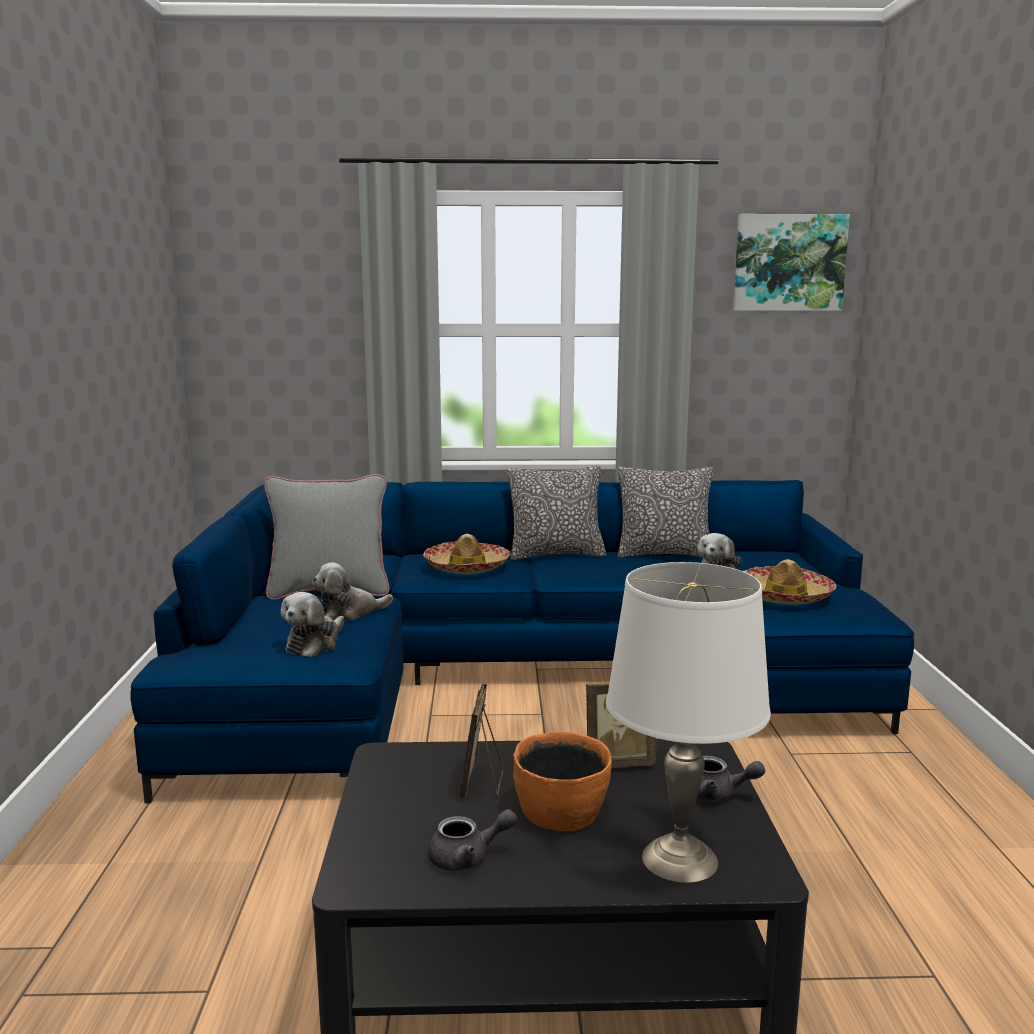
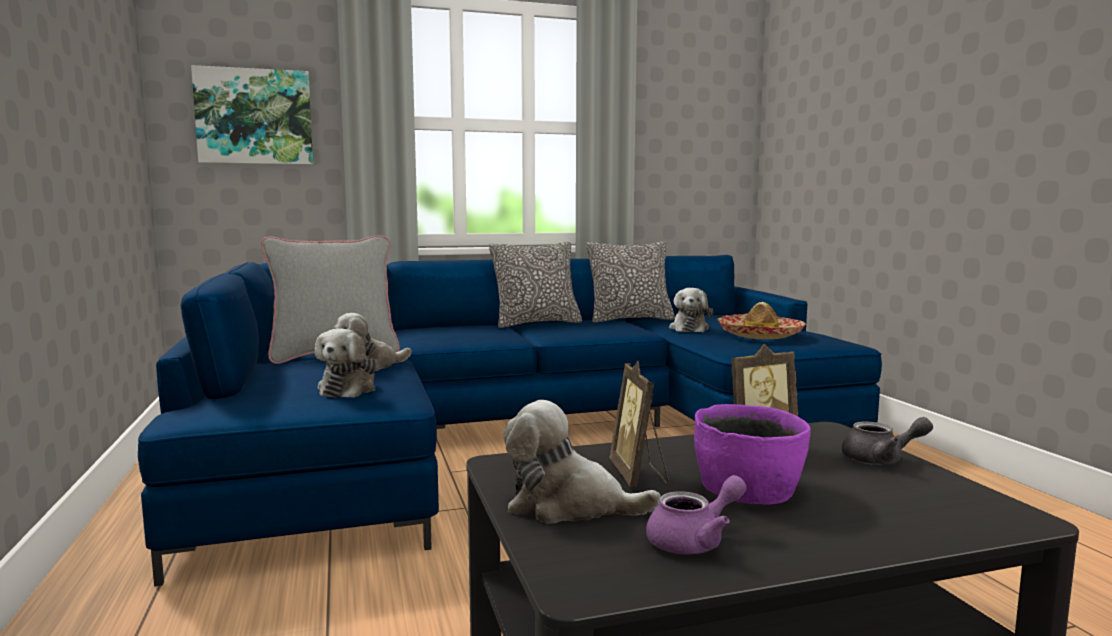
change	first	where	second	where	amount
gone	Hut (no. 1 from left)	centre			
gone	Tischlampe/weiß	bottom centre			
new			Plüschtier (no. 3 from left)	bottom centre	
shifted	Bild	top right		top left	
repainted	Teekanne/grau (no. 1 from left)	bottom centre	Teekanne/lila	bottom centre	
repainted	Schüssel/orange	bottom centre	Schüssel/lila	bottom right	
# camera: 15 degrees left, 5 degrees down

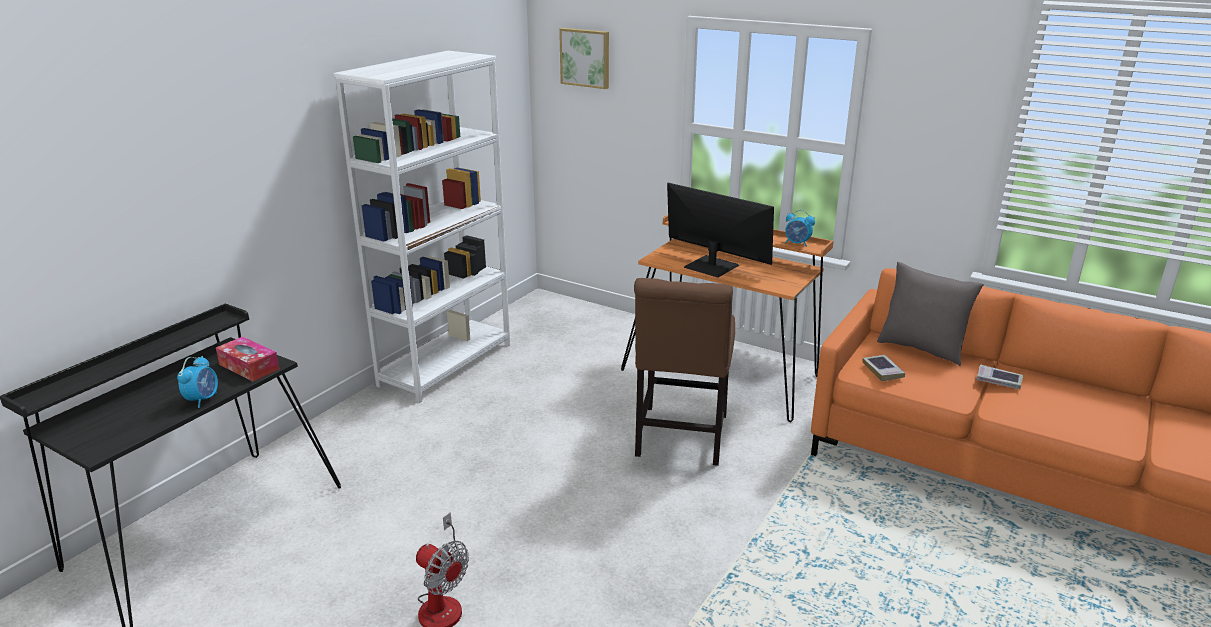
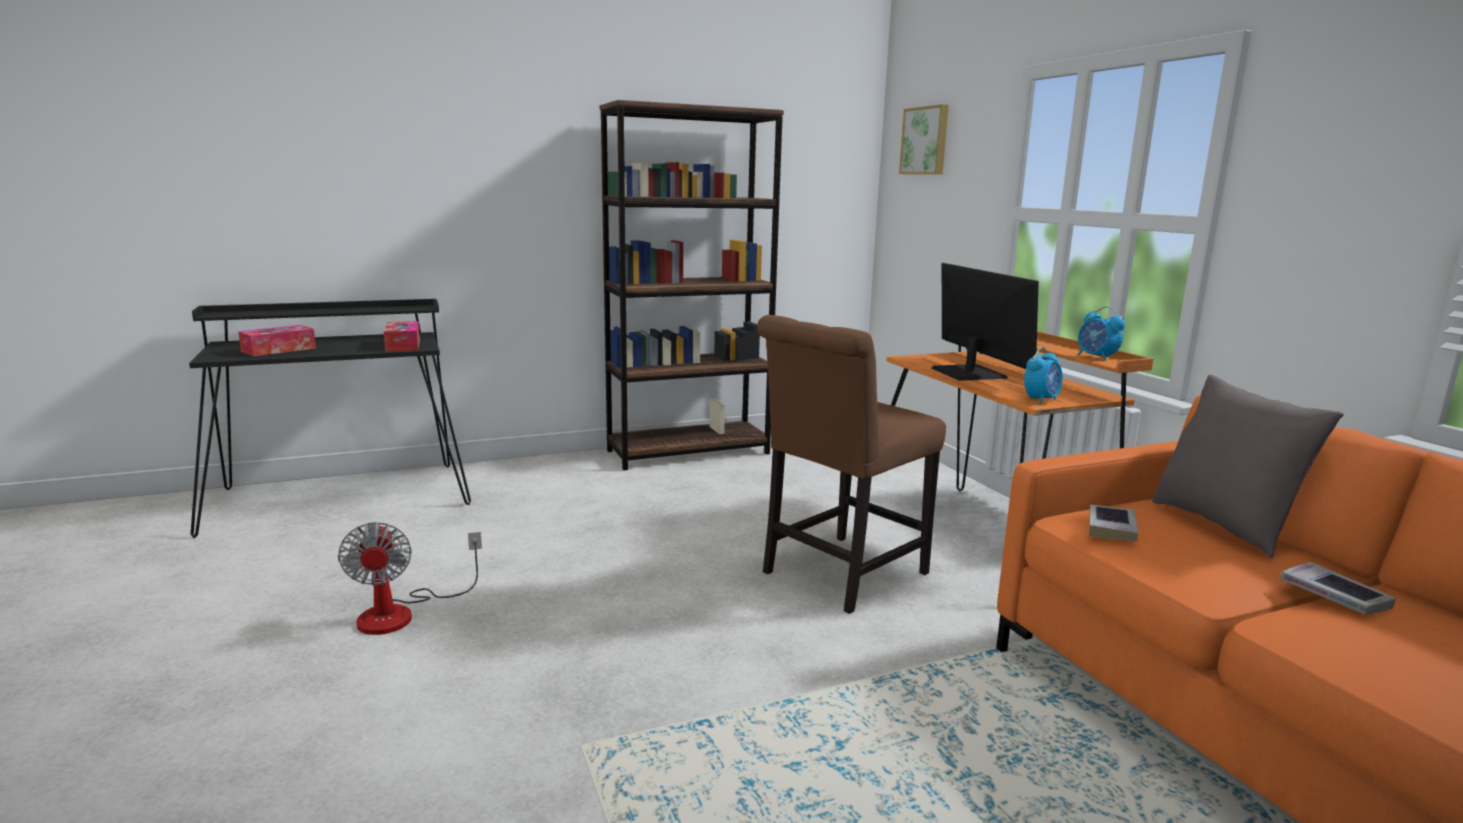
change	first	where	second	where	amount
new			Taschentuchbox (no. 1 from left)	middle left	
shifted	Wecker (no. 1 from left)	middle left		middle right	
repainted	Bücherregal/weiß	centre	Bücherregal/braun	centre	
# camera: 35 degrees right, 10 degrees down

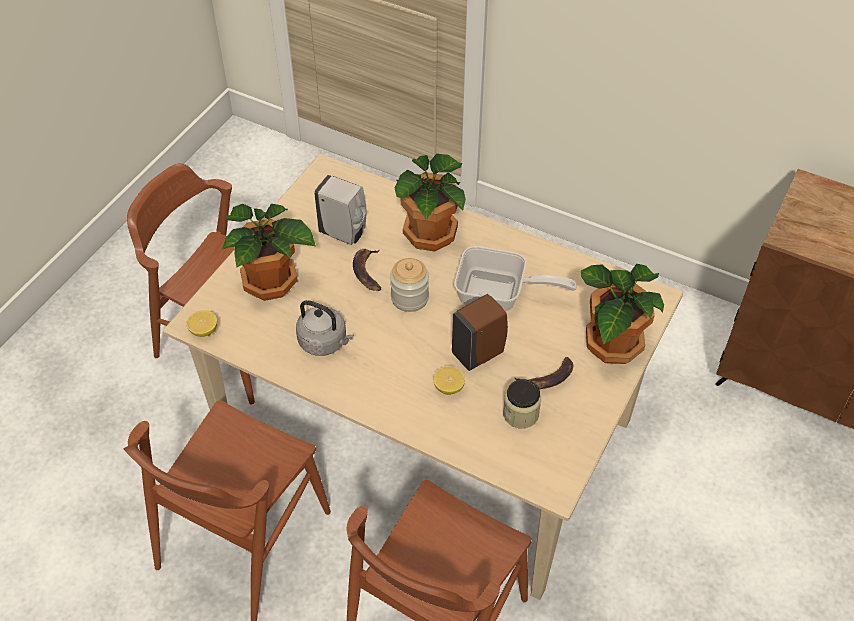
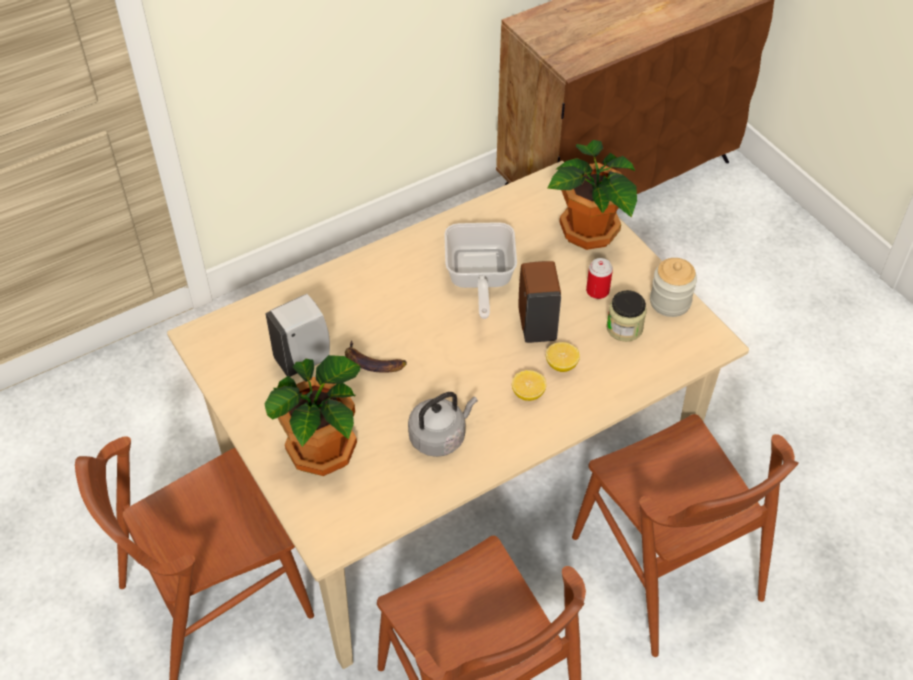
change	first	where	second	where	amount
gone	Topfpflanze (no. 2 from left)	top centre			
shifted	Zitrone (no. 1 from left)	middle left		centre	
shifted	Vorratsglas (no. 1 from left in the first image)	centre	Vorratsglas (no. 2 from left)	middle right	
swapped	Banane (no. 2 from left)	centre	Dose	centre	
rotated	Pfanne	centre		centre	135 degrees clockwise
# camera: 60 degrees left, 0 degrees up

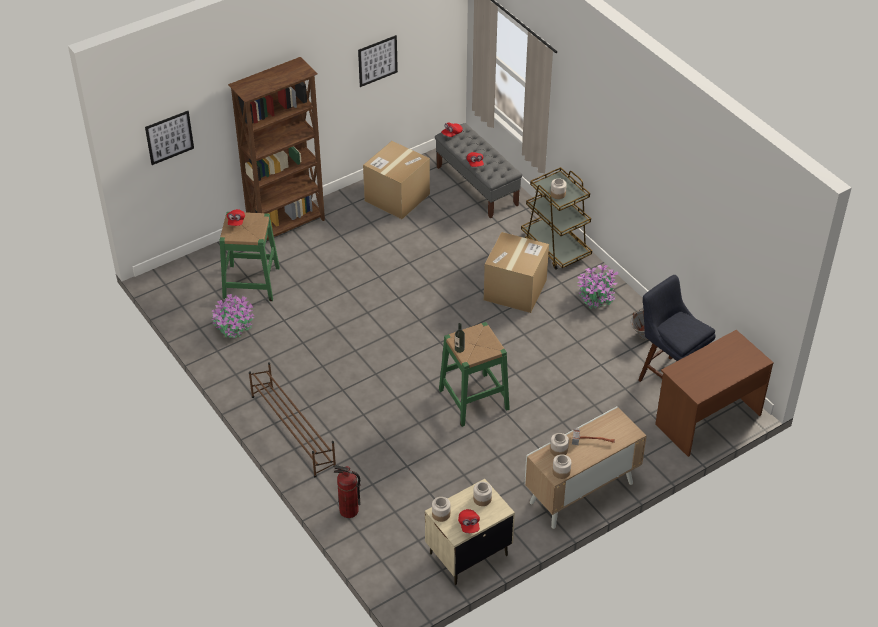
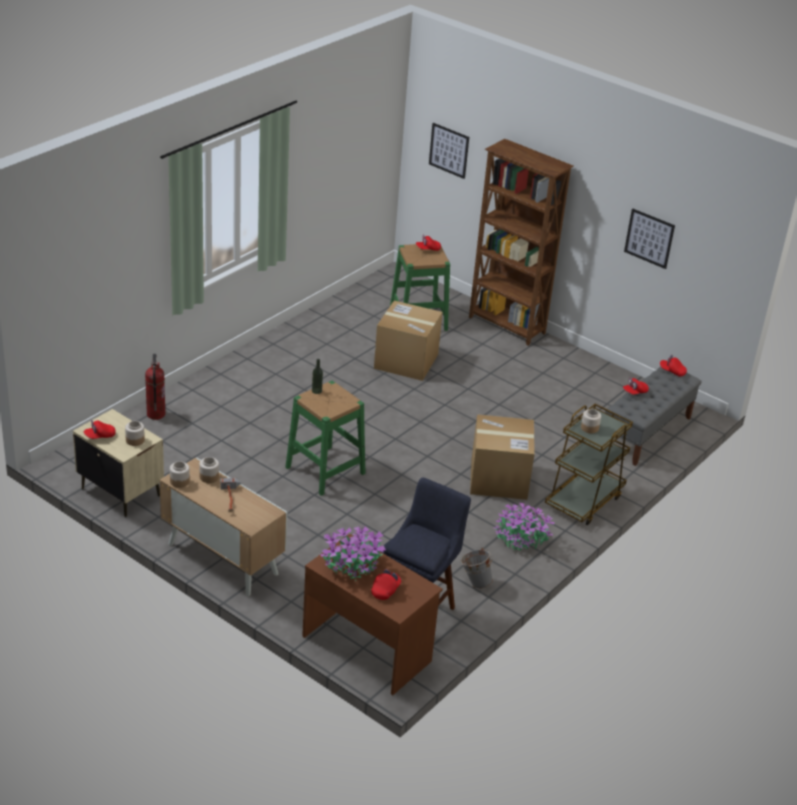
change	first	where	second	where	amount
gone	Schuhregal/braun	bottom left			
gone	Vorratsglas (no. 1 from left)	bottom centre			
new			Kappe/rot (no. 2 from left)	bottom centre	
shifted	Topfpflanze (no. 1 from left)	middle left		bottom centre	
shifted	Karton (no. 1 from left)	top centre		centre	
# camera: 70 degrees right, 10 degrees down

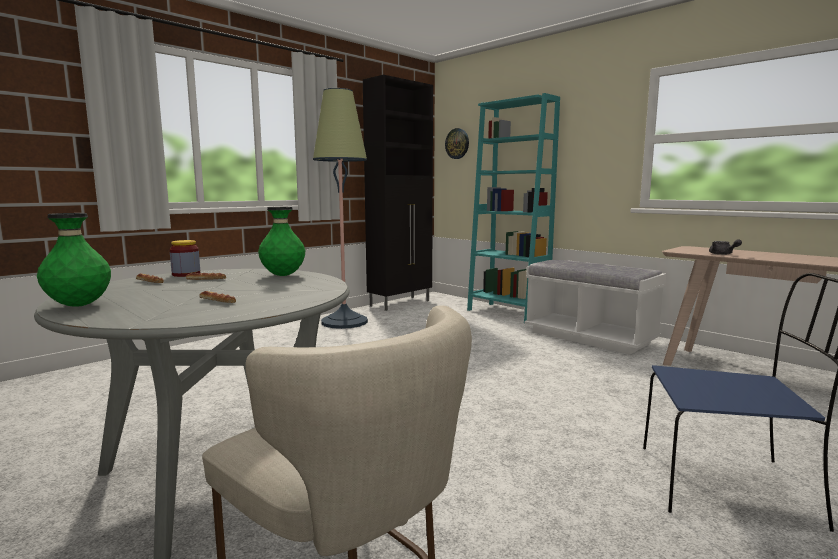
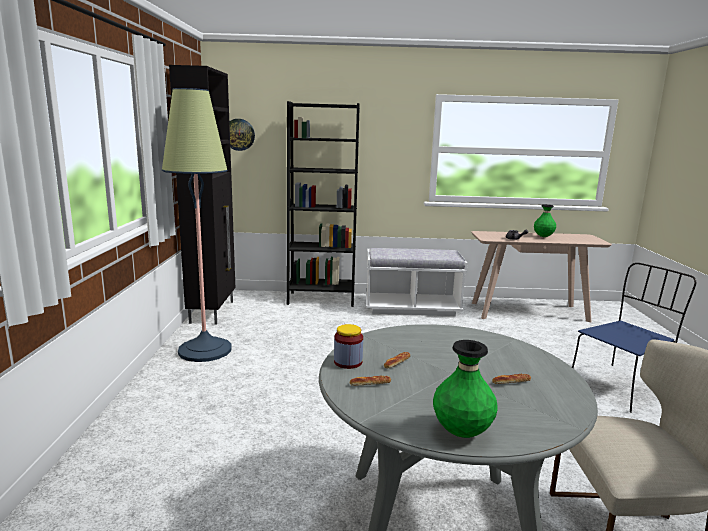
change	first	where	second	where	amount
shifted	Vase/grün (no. 2 from left)	centre		middle right	
repainted	Bücherregal/türkis	centre	Bücherregal/schwarz	centre	
# camera: 45 degrees left, 5 degrees up

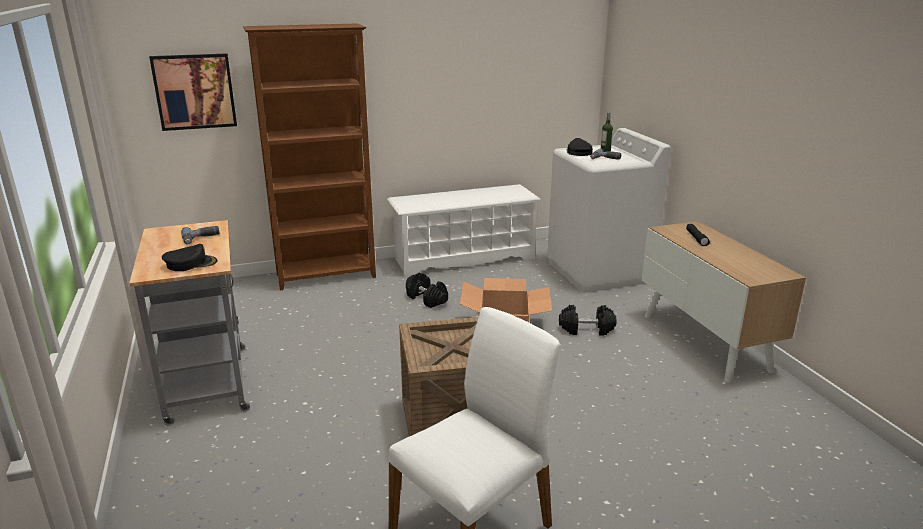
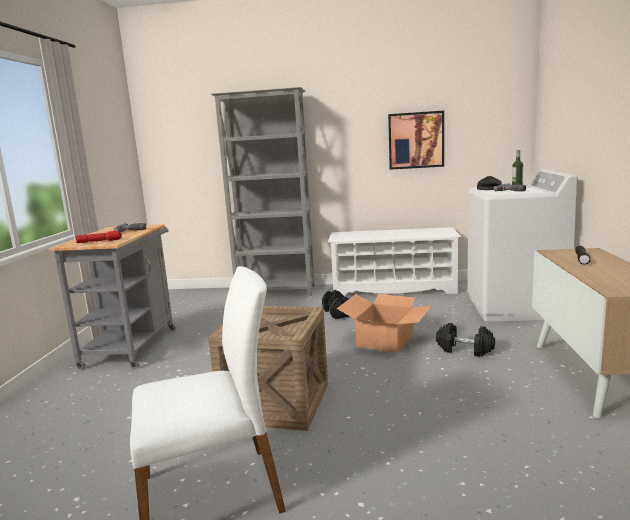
change	first	where	second	where	amount
shifted	Bild	top left		top centre	
swapped	Kappe/schwarz (no. 1 from left)	middle left	Taschenlampe/rot	middle left	
repainted	Bücherregal/braun	top centre	Bücherregal/grau	centre	
# camera: 25 degrees right, 10 degrees down

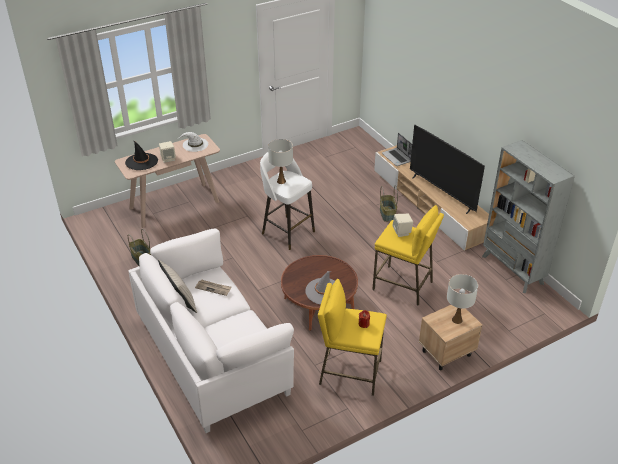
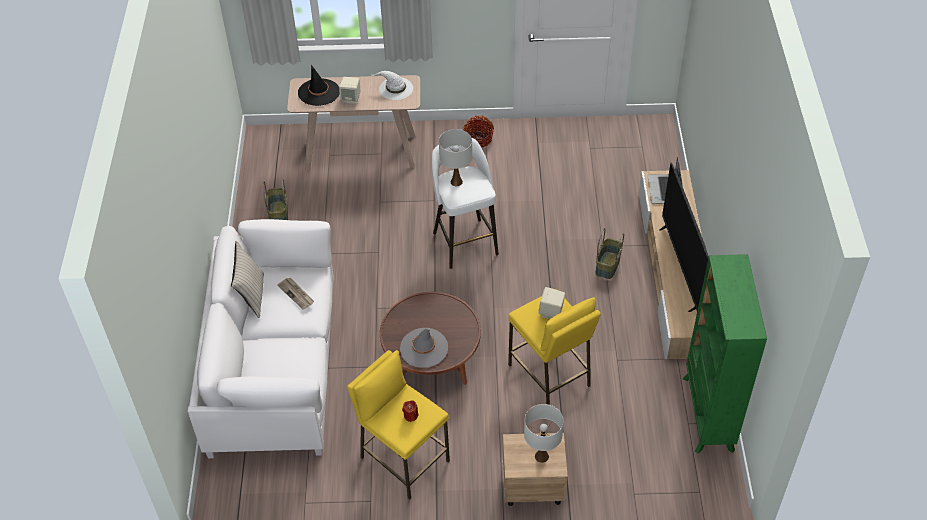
change	first	where	second	where	amount
new			Korb (no. 2 from left)	top centre	
repainted	Bücherregal/grau	middle right	Bücherregal/grün	bottom right	
# camera: 30 degrees right, 10 degrees up

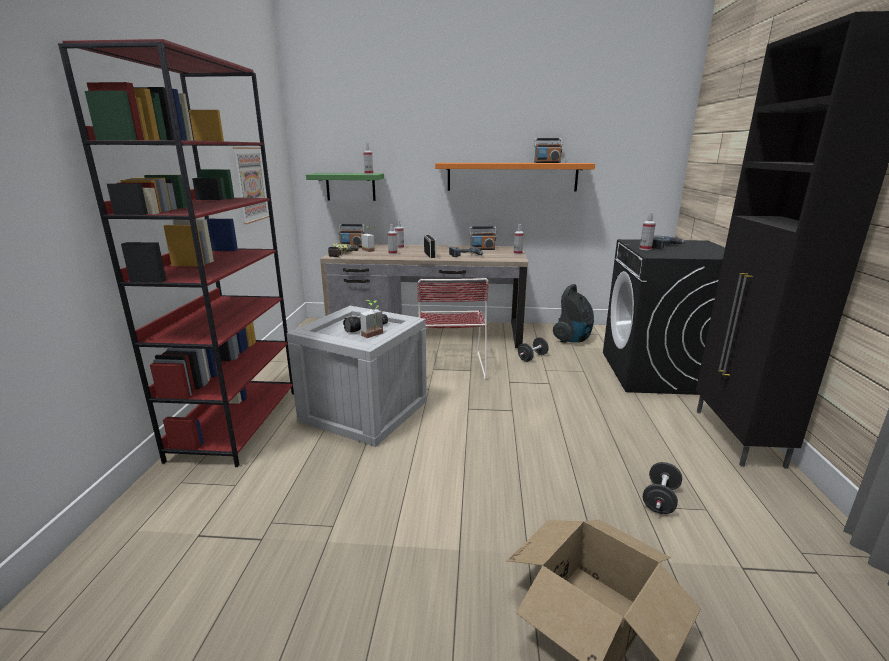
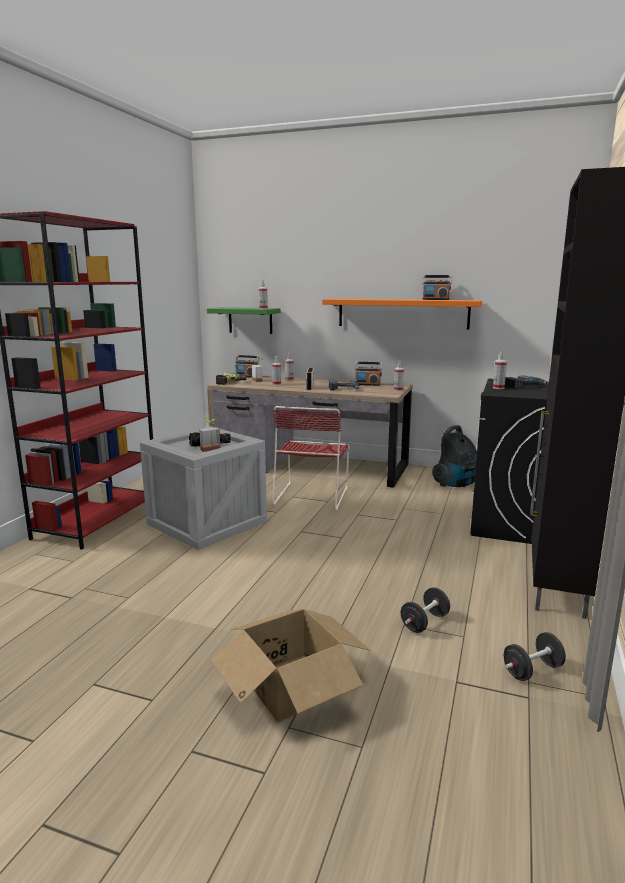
change	first	where	second	where	amount
gone	Bild	top left			
shifted	Hantel/schwarz (no. 1 from left in the first image)	centre	Hantel/schwarz (no. 2 from left)	bottom right	
# camera: 15 degrees right, 5 degrees down

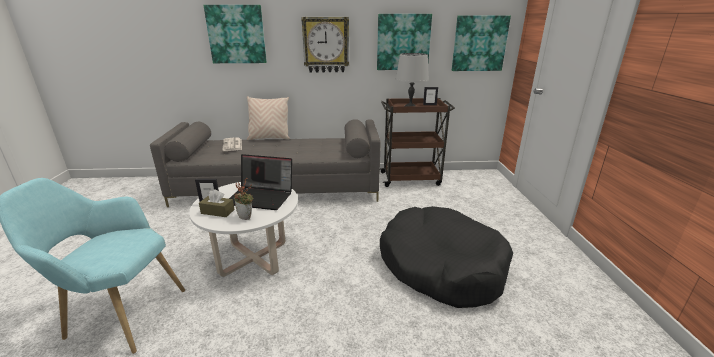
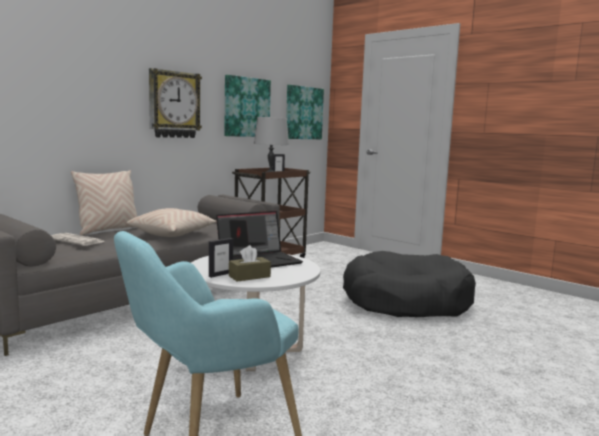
change	first	where	second	where	amount
gone	Bild (no. 1 from left)	top left			
gone	Topfpflanze	centre			
new			Kissen/beige (no. 2 from left)	middle left	
# camera: 45 degrees left, 15 degrees down

